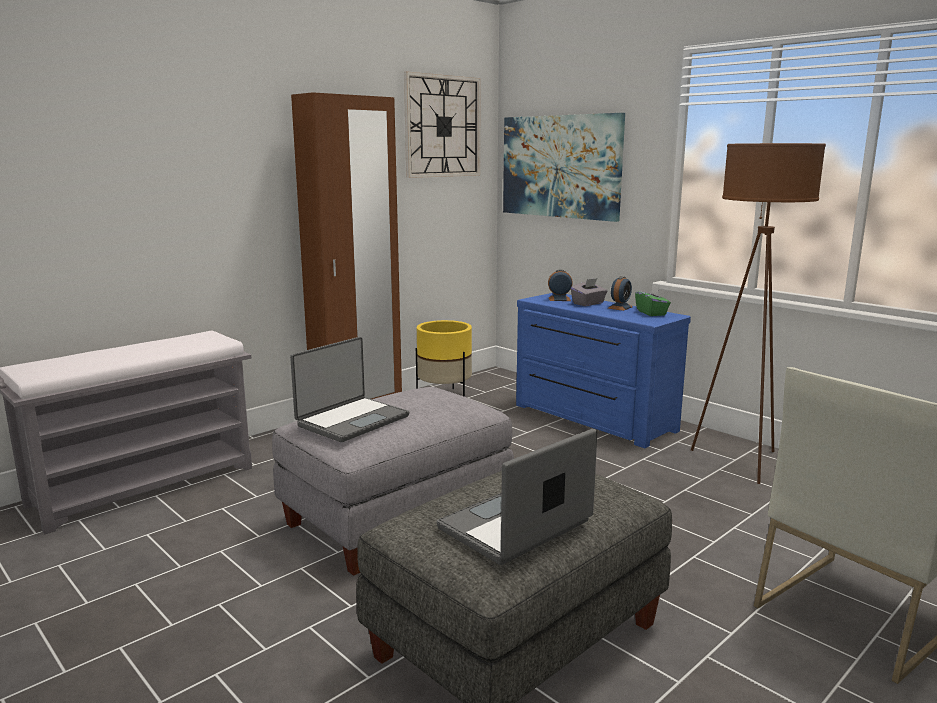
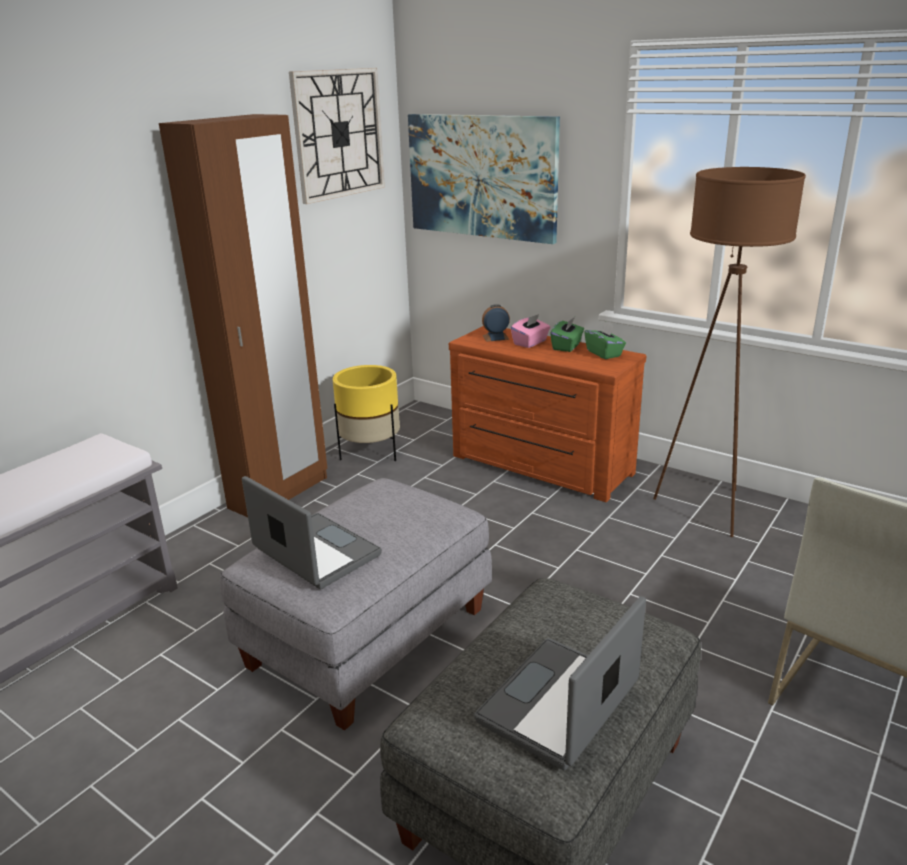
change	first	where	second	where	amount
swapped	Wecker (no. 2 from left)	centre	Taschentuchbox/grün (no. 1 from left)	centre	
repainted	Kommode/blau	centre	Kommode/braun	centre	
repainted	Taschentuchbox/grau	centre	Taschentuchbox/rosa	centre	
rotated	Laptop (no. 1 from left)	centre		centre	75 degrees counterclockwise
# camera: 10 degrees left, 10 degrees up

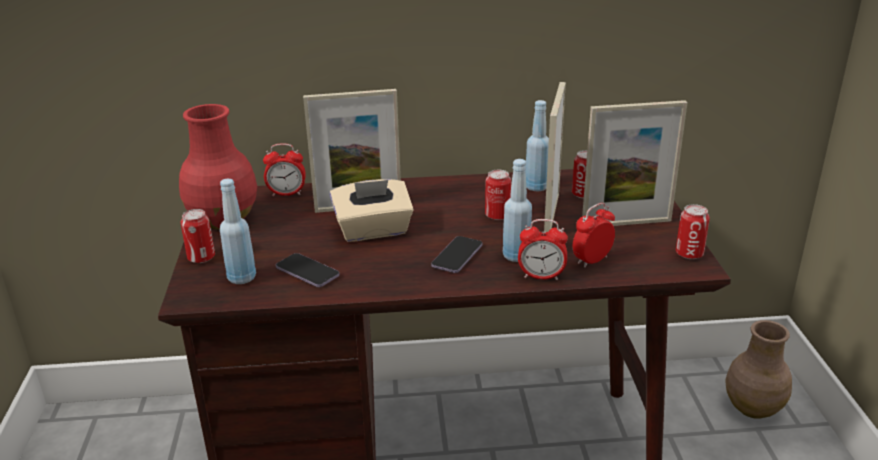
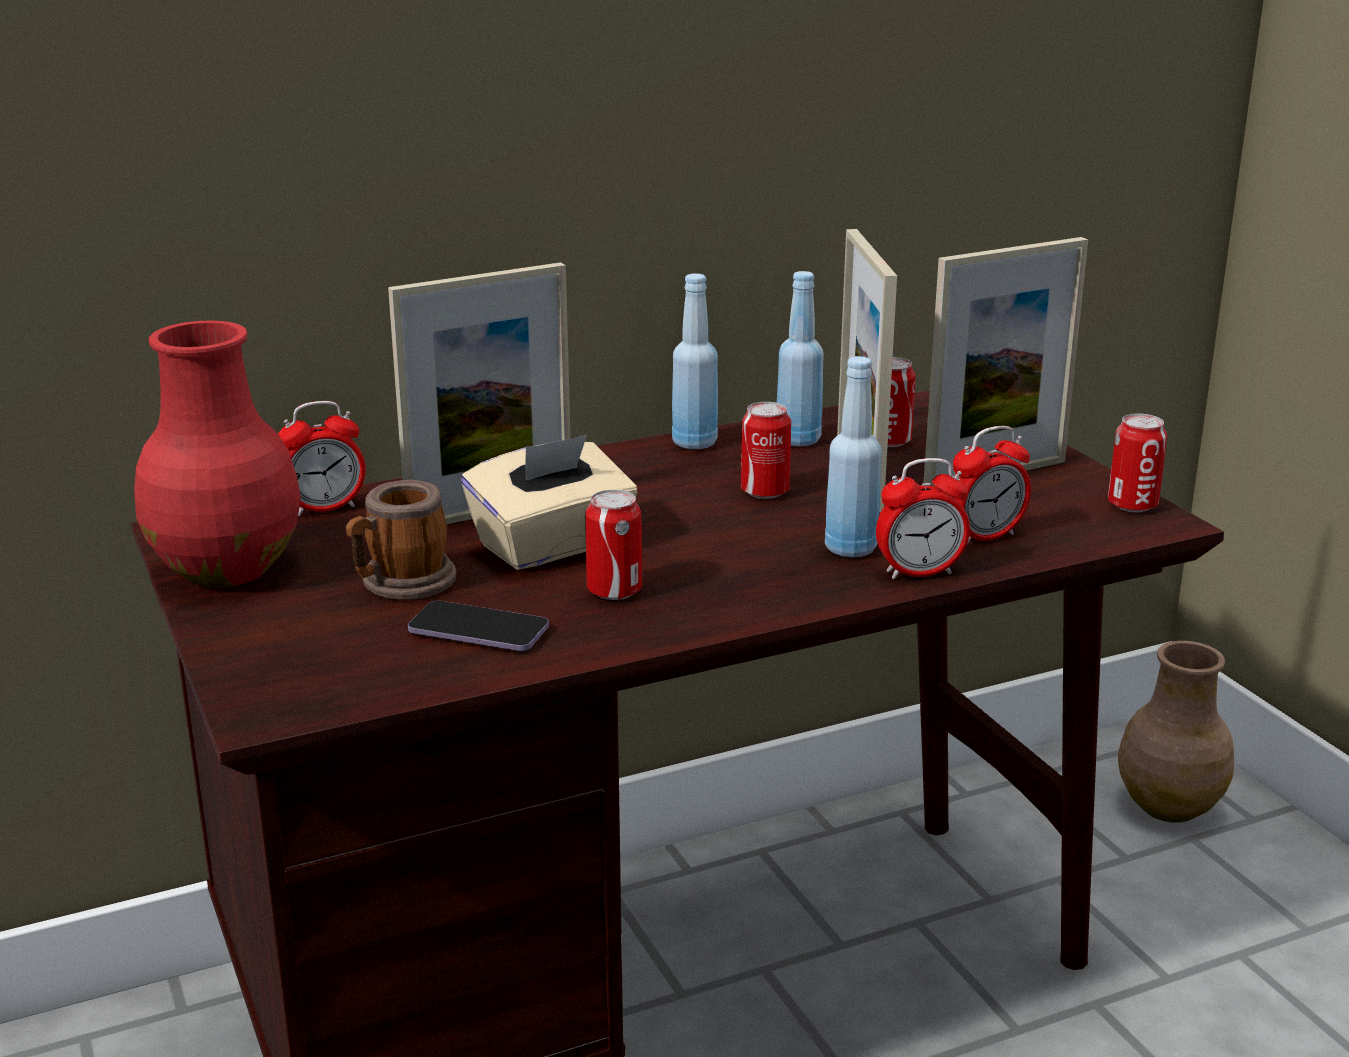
change	first	where	second	where	amount
gone	Handy (no. 2 from left)	centre			
new			Henkelbecher	middle left	
shifted	Dose (no. 1 from left)	middle left		centre	
shifted	Flasche/blau (no. 1 from left)	middle left		centre	
rotated	Wecker (no. 3 from left)	middle right		middle right	150 degrees counterclockwise
# camera: 20 degrees left, 5 degrees down

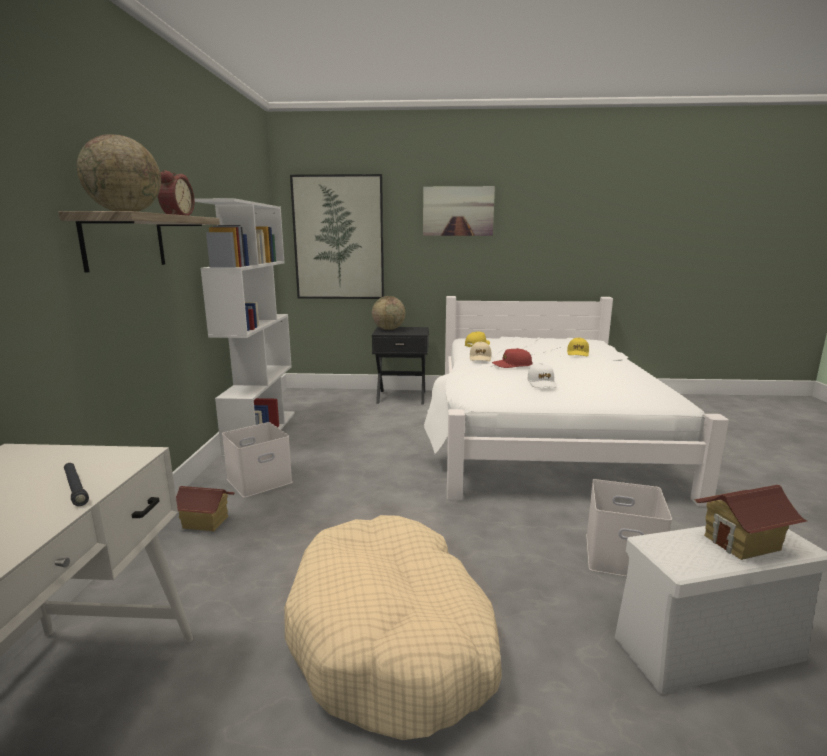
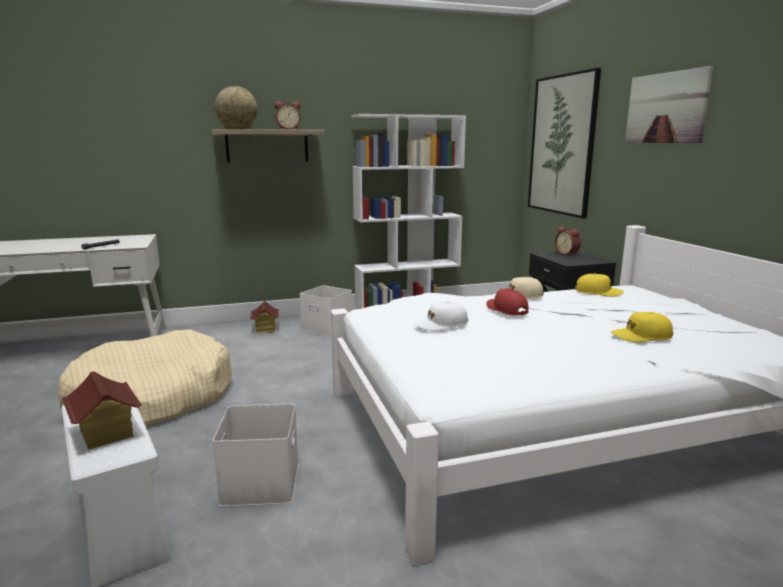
change	first	where	second	where	amount
swapped	Globus (no. 2 from left)	centre	Wecker (no. 2 from left)	middle right	
# camera: 70 degrees right, 0 degrees up

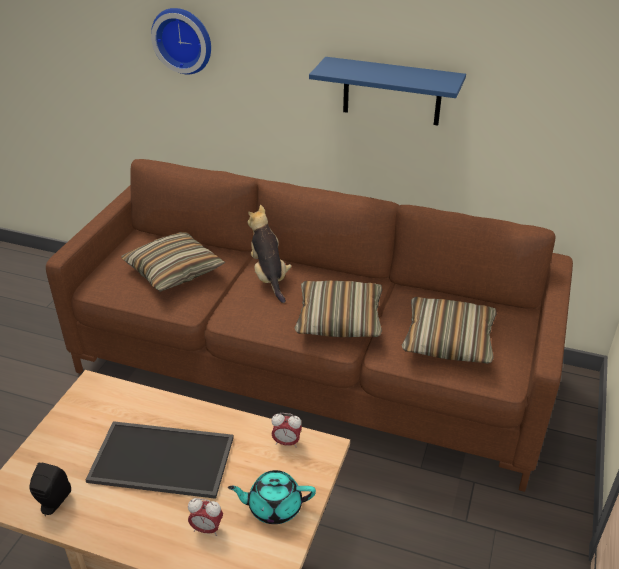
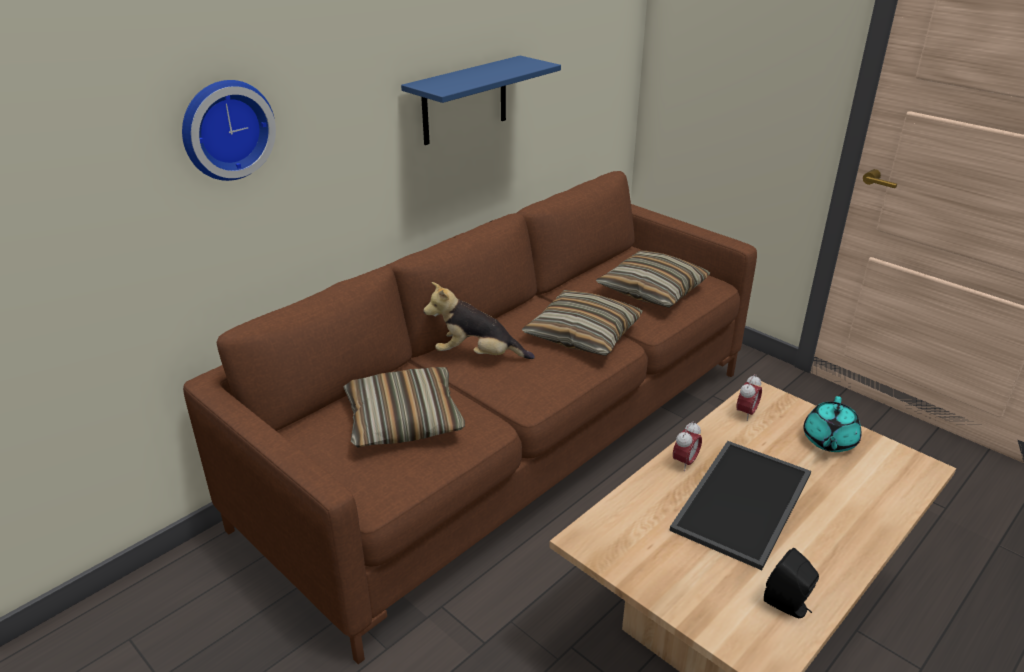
change	first	where	second	where	amount
shifted	Wecker (no. 1 from left)	bottom left		middle right	
# camera: 65 degrees left, 5 degrees down

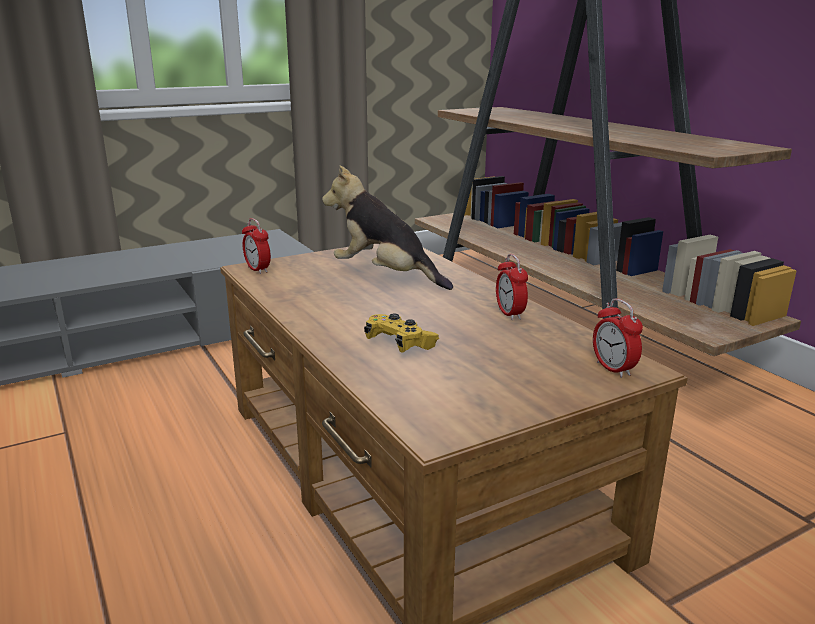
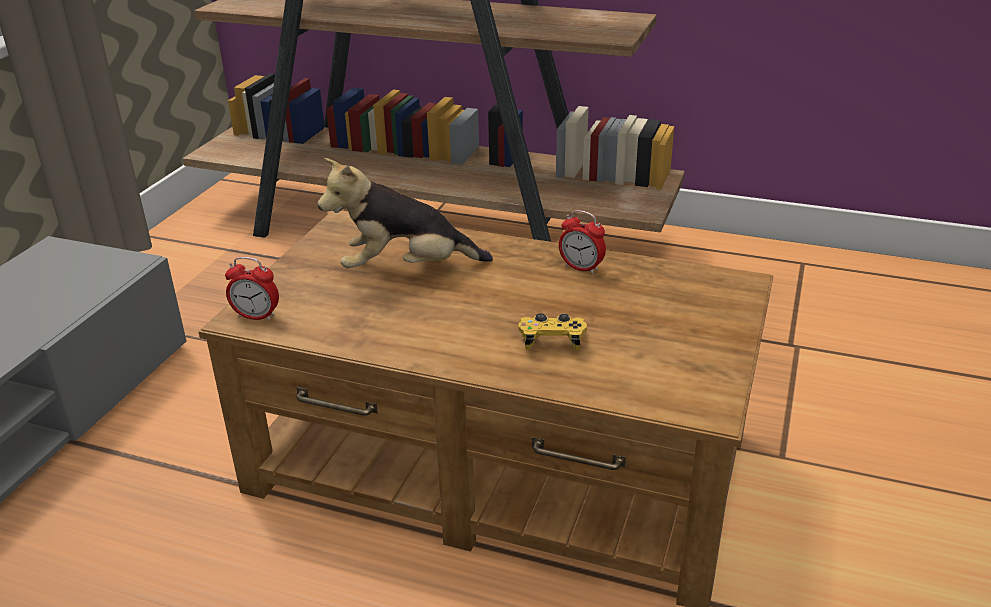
change	first	where	second	where	amount
gone	Wecker (no. 3 from left)	middle right			
# camera: 40 degrees left, 10 degrees up

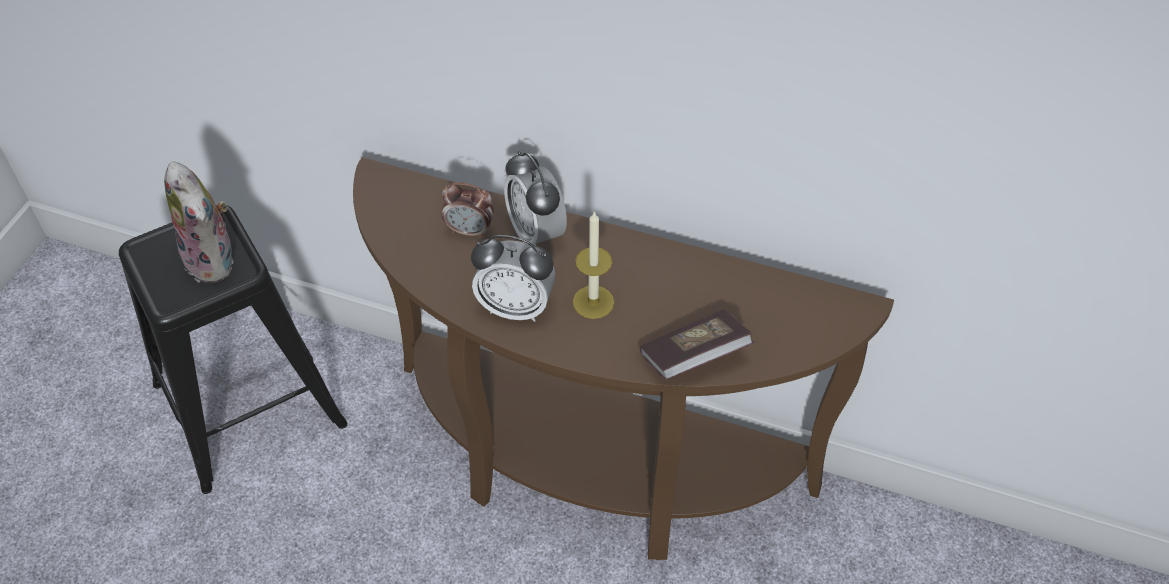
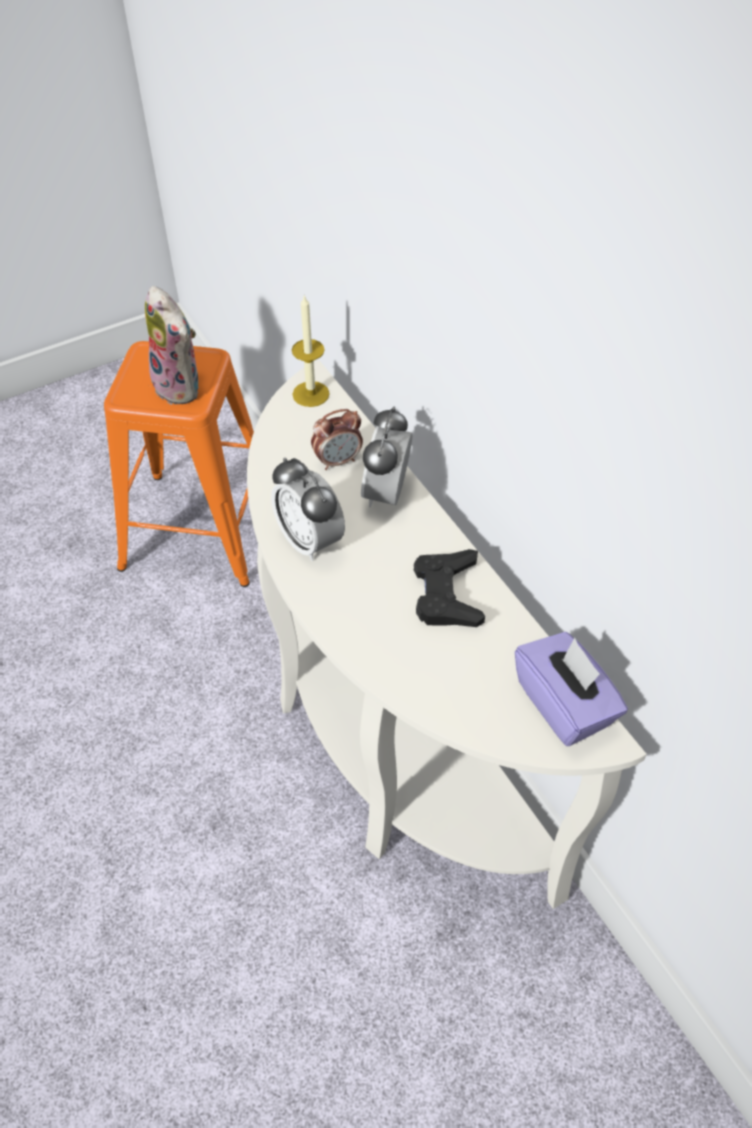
change	first	where	second	where	amount
gone	Buch	centre			
new			Gamepad/schwarz	centre	
new			Taschentuchbox/lila	middle right	
shifted	Kerze	centre		top centre	
repainted	Hocker/schwarz	middle left	Hocker/orange	middle left	
repainted	Konsolentisch/braun	centre	Konsolentisch/weiß	centre	
rotated	Plüschtier	middle left		top left	45 degrees counterclockwise
rotated	Wecker (no. 1 from left in the first image)	centre	Wecker (no. 2 from left)	centre	75 degrees counterclockwise
# camera: 40 degrees right, 0 degrees up

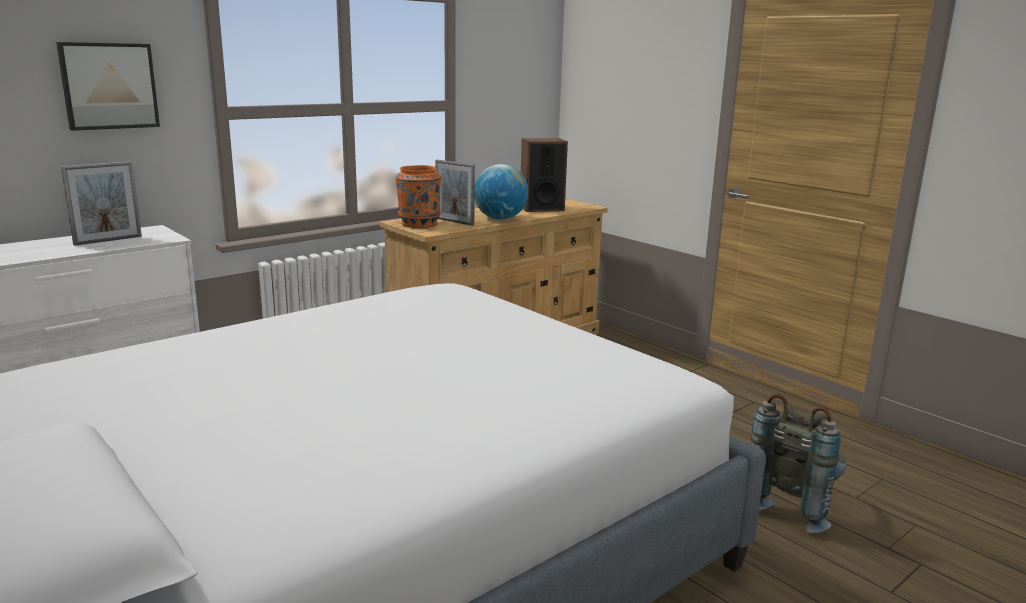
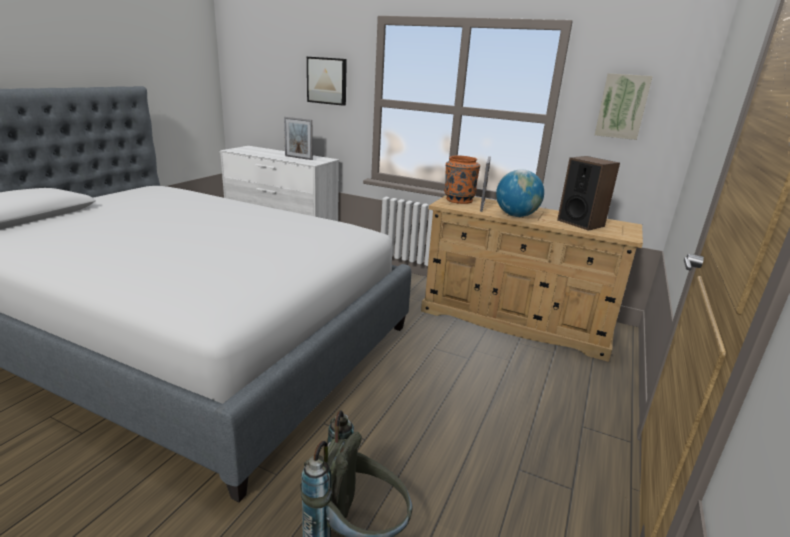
change	first	where	second	where	amount
new			Bild (no. 2 from left)	top right	
# camera: 65 degrees right, 5 degrees up

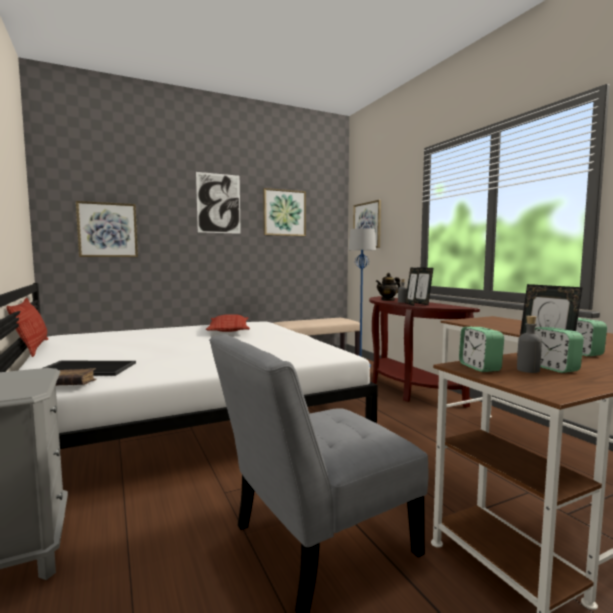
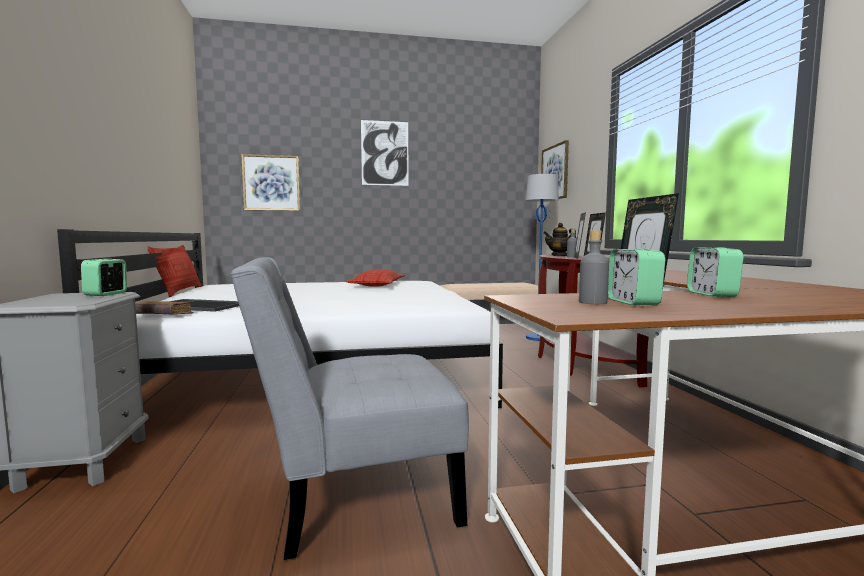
change	first	where	second	where	amount
gone	Bild (no. 3 from left)	centre			
shifted	Wecker (no. 1 from left)	middle right		middle left	
# camera: 15 degrees right, 0 degrees up

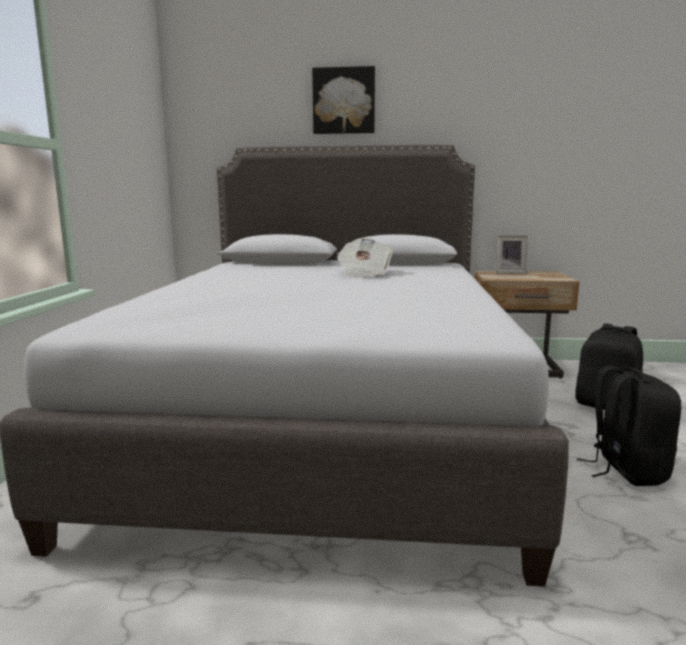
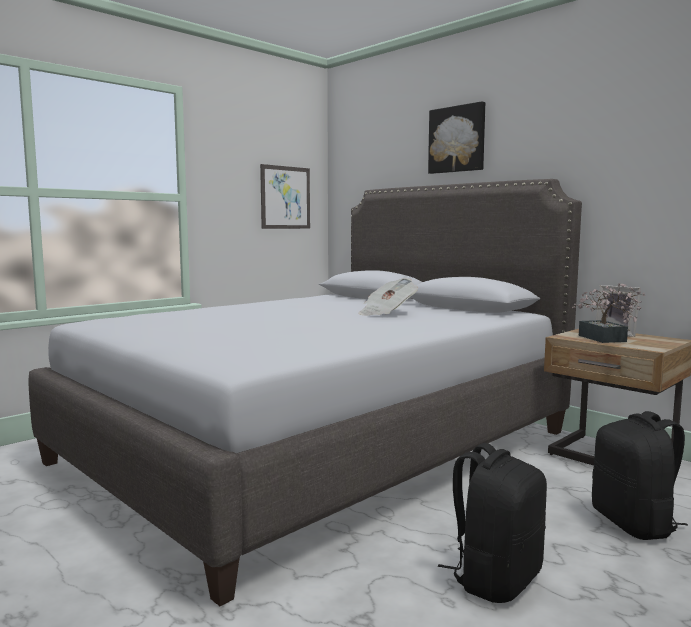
change	first	where	second	where	amount
new			Bild (no. 1 from left)	top centre	
new			Topfpflanze	middle right	
# camera: 40 degrees right, 5 degrees down

